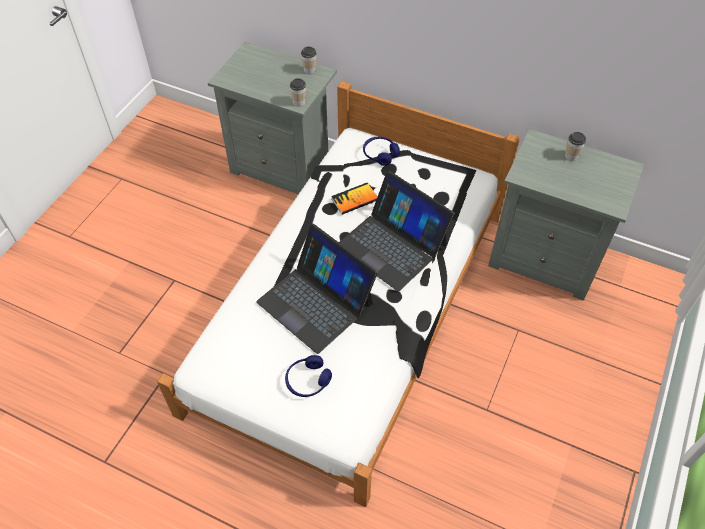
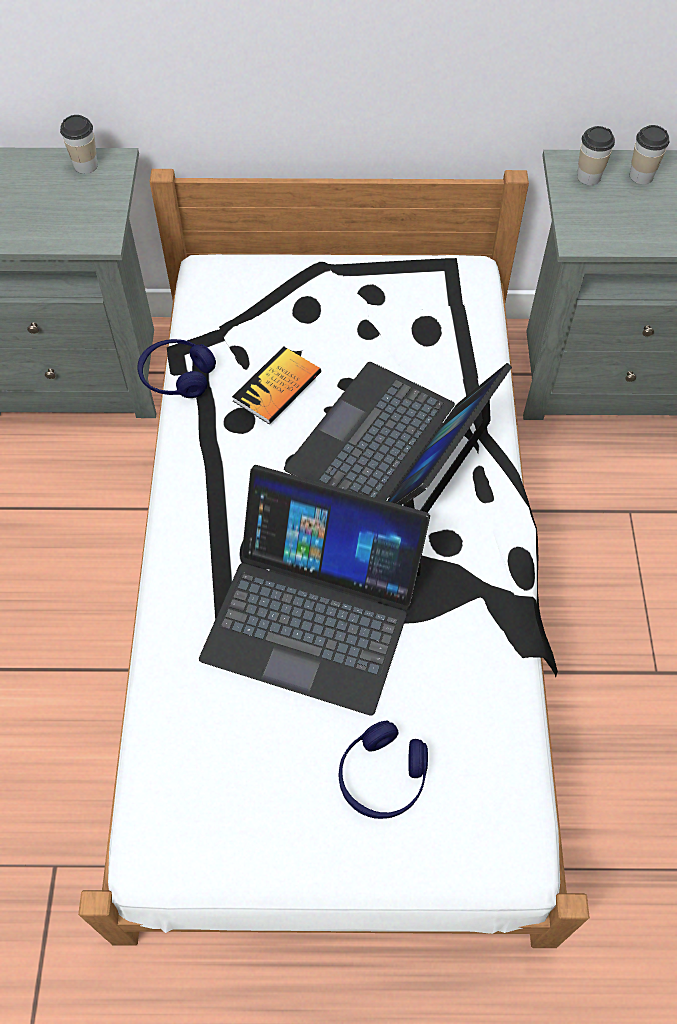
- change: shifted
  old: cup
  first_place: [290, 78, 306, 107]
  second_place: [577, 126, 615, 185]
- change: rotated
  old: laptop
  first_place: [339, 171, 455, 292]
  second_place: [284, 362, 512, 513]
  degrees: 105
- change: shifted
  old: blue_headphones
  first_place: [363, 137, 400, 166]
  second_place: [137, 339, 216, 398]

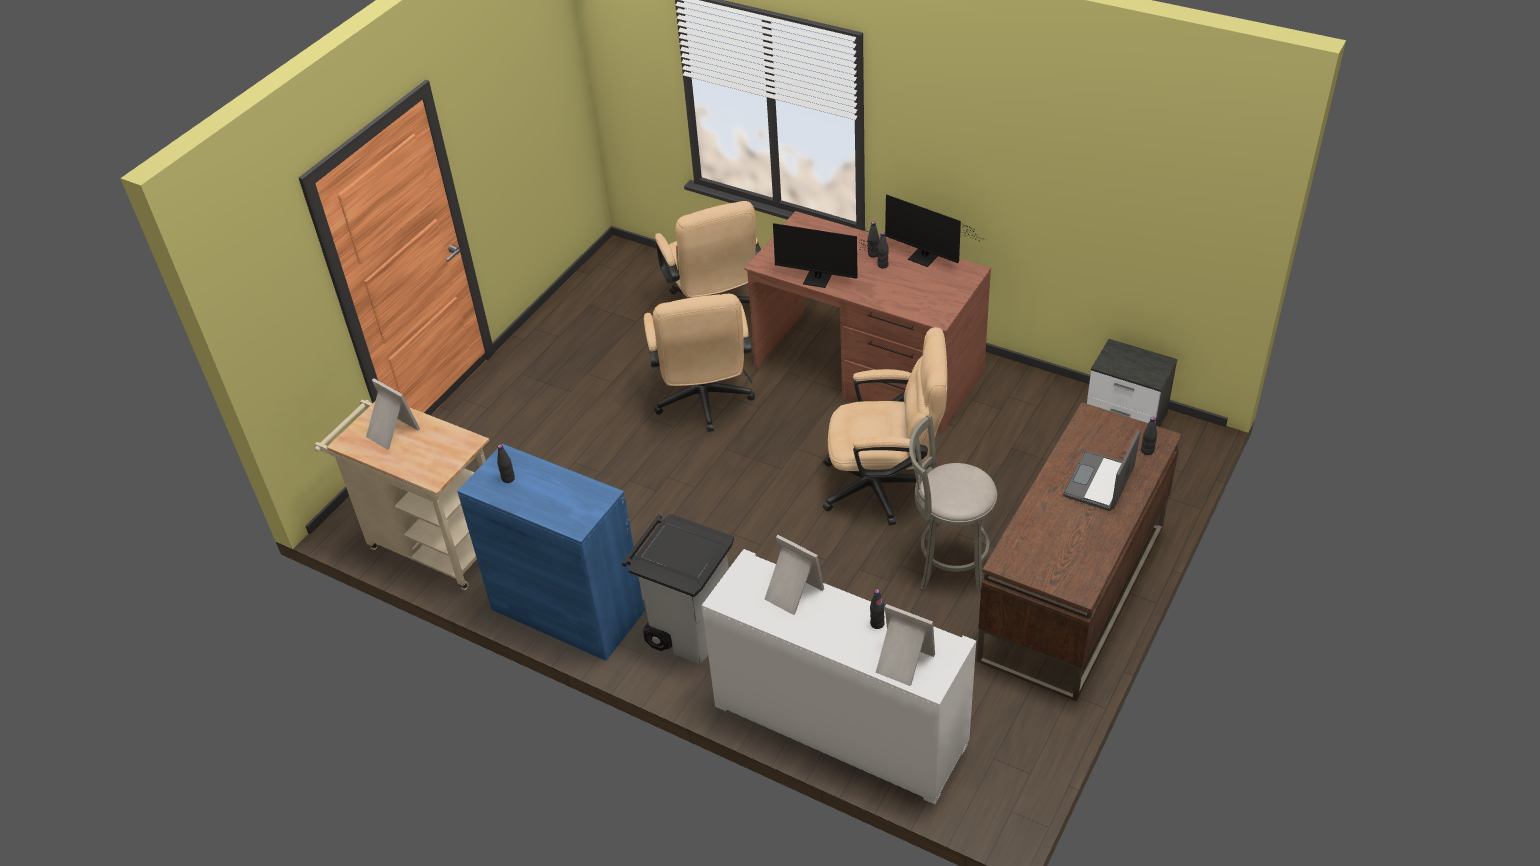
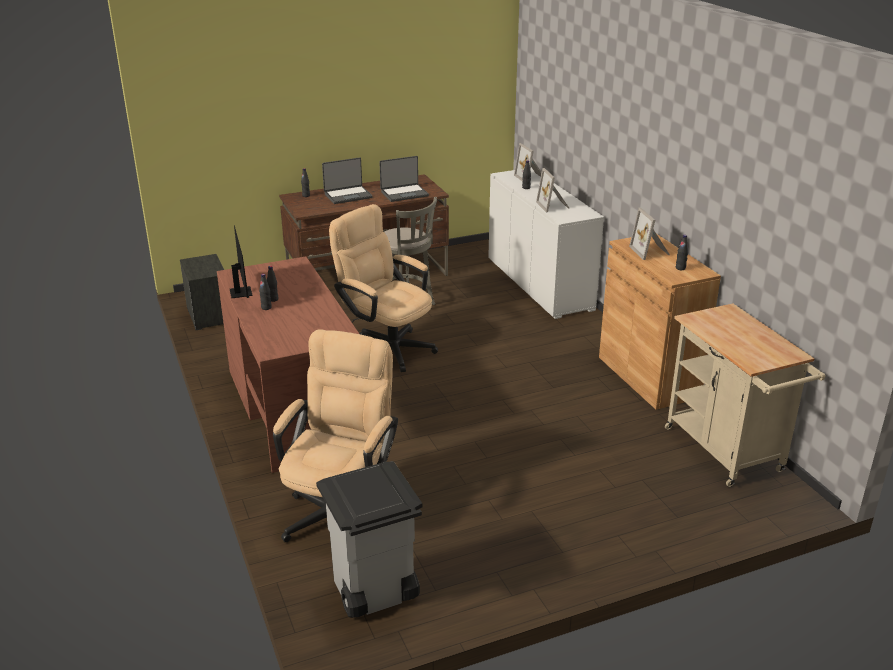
- change: shifted
  old: picture_frame
  first_place: [366, 378, 420, 450]
  second_place: [629, 208, 670, 260]
- change: repainted
  old: blue_cabinet
  new: brown_cabinet
  first_place: [457, 444, 645, 661]
  second_place: [599, 234, 721, 410]
- change: shifted
  old: grey_trash_can
  first_place: [622, 514, 734, 664]
  second_place: [316, 461, 422, 618]
- change: gone
  old: beige_office_chair
  first_place: [644, 294, 755, 432]
- change: gone
  old: monitor
  first_place: [773, 223, 884, 288]
- change: new
  new: laptop
  second_place: [379, 156, 429, 202]

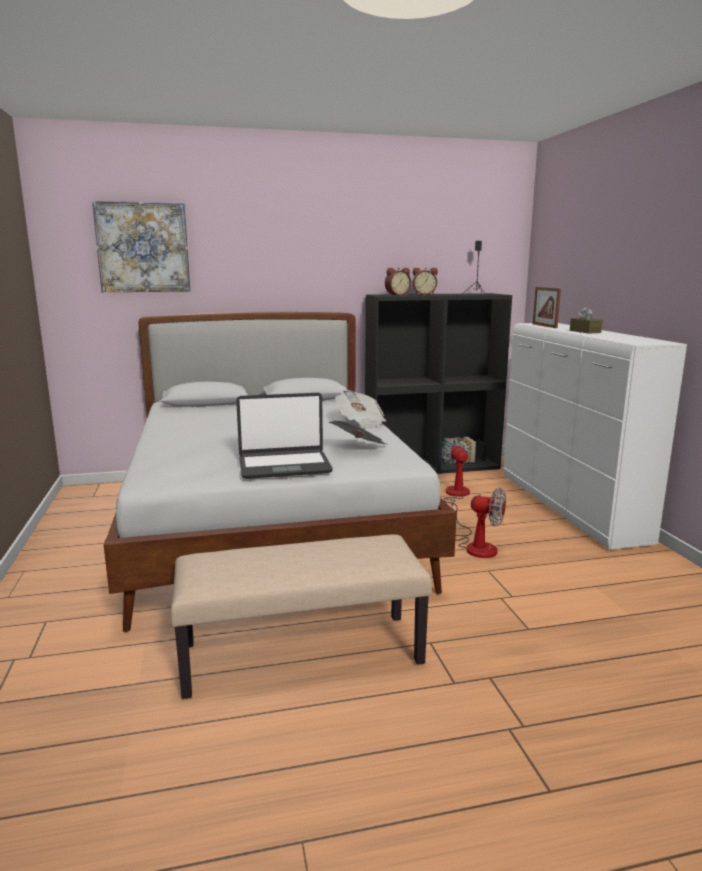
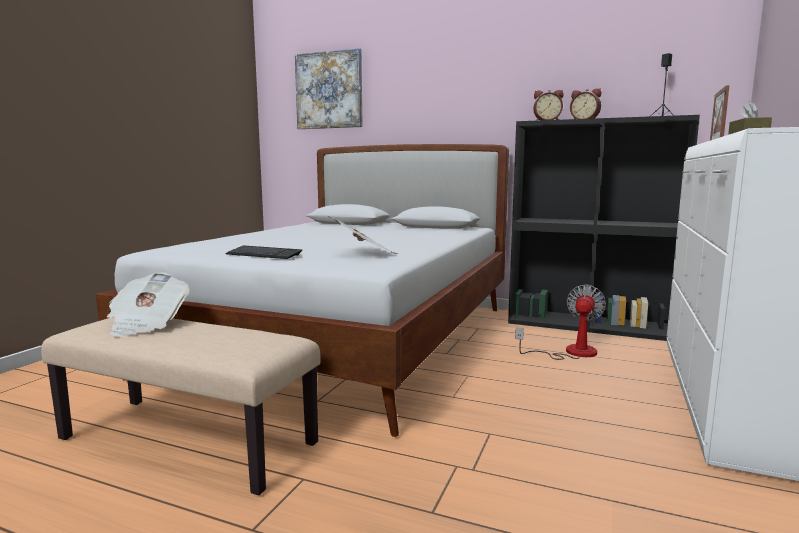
- change: swapped
  old: laptop
  new: keyboard
  first_place: [236, 393, 333, 479]
  second_place: [225, 246, 302, 259]
- change: shifted
  old: newspaper
  first_place: [335, 390, 386, 429]
  second_place: [107, 272, 190, 337]
- change: gone
  old: fan
  first_place: [451, 488, 506, 558]

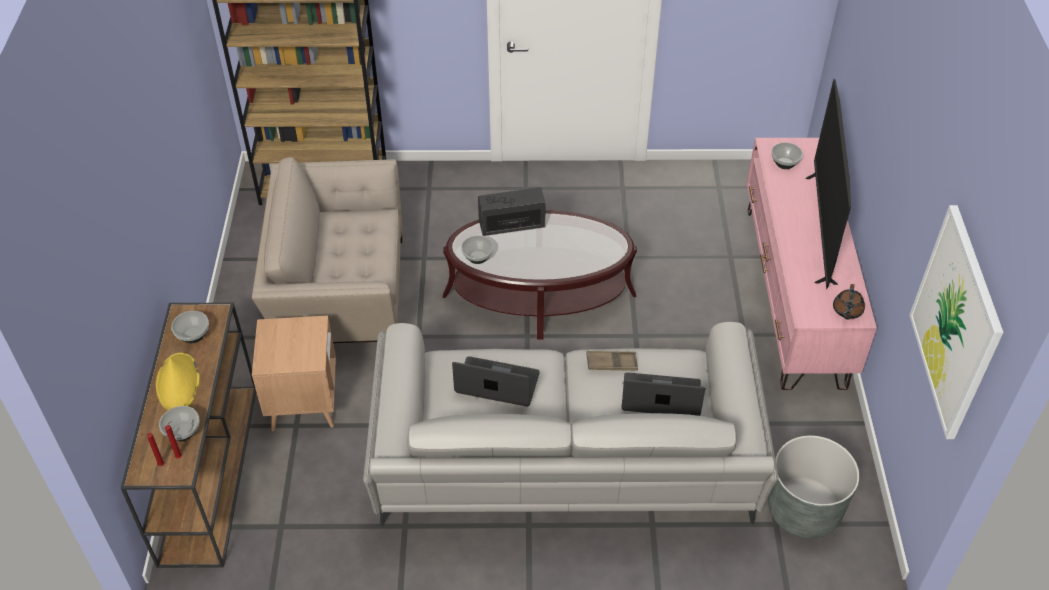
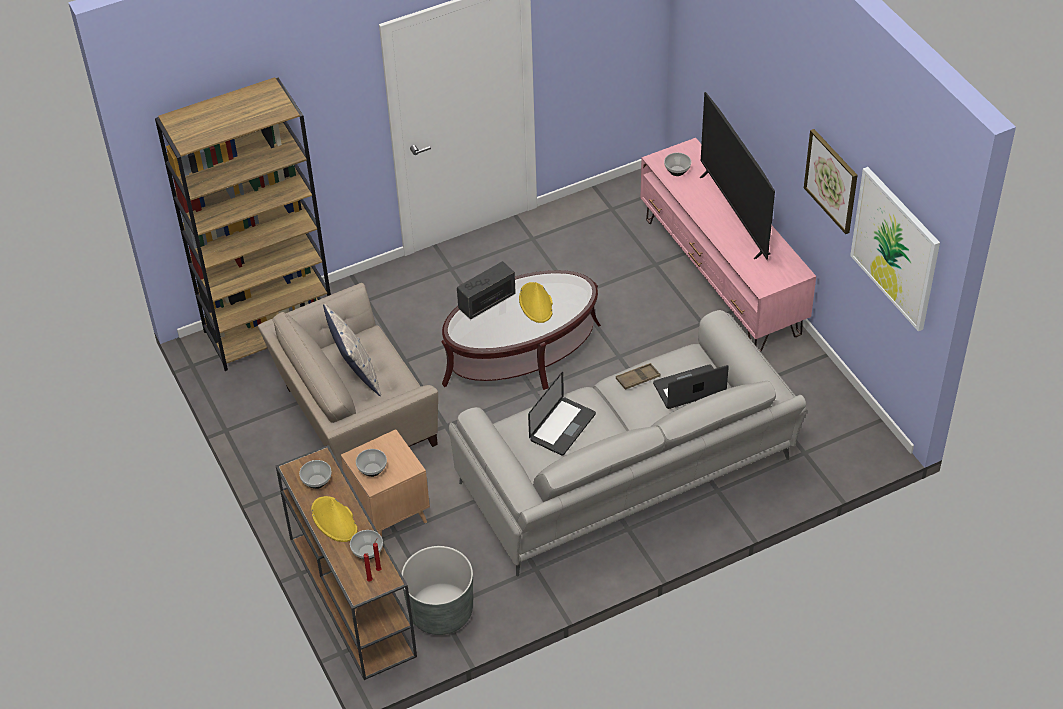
- change: rotated
  old: laptop
  first_place: [452, 356, 540, 407]
  second_place: [528, 372, 596, 456]
  degrees: 135
- change: shifted
  old: bowl
  first_place: [461, 235, 494, 264]
  second_place: [356, 449, 387, 477]
- change: shifted
  old: grey_planter
  first_place: [768, 435, 859, 538]
  second_place: [401, 546, 473, 635]
- change: gone
  old: brown_teapot
  first_place: [833, 284, 865, 320]
- change: new
  new: pillow
  second_place: [323, 304, 381, 396]
- change: new
  new: yellow_hat
  second_place: [519, 282, 553, 323]
- change: new
  new: picture
  second_place: [804, 129, 858, 234]

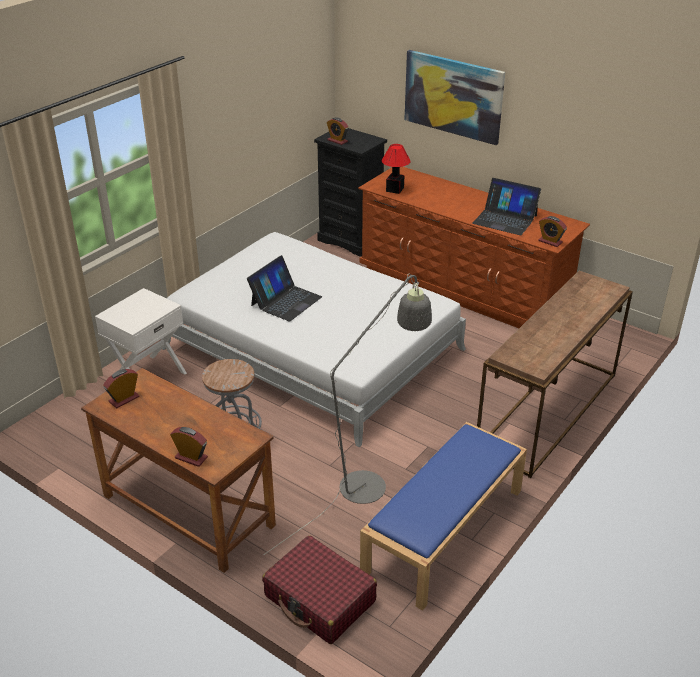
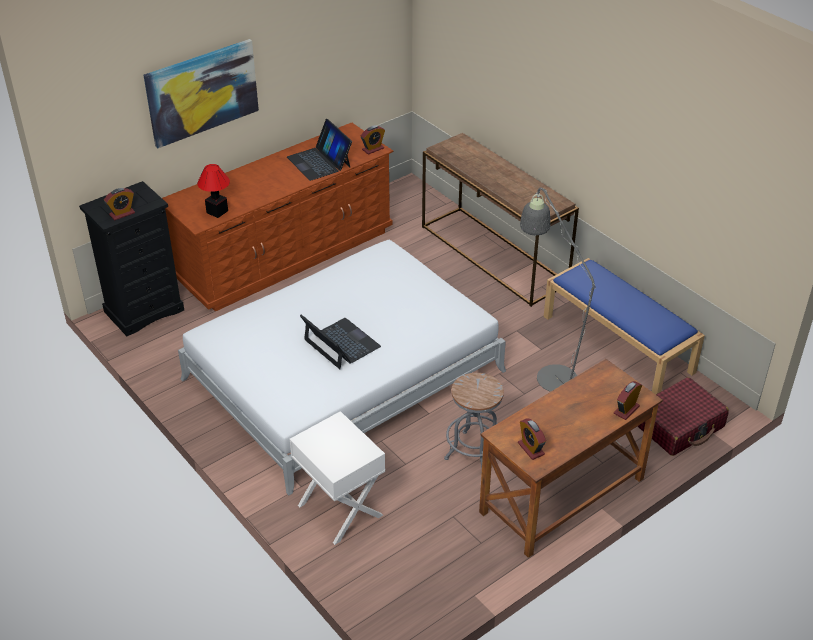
- change: rotated
  old: laptop
  first_place: [472, 178, 541, 235]
  second_place: [287, 119, 352, 181]
  degrees: 105

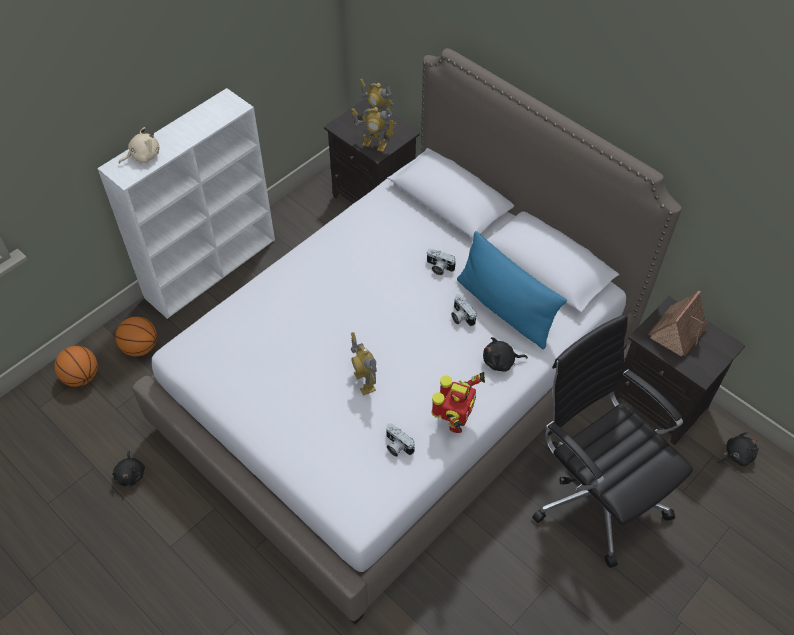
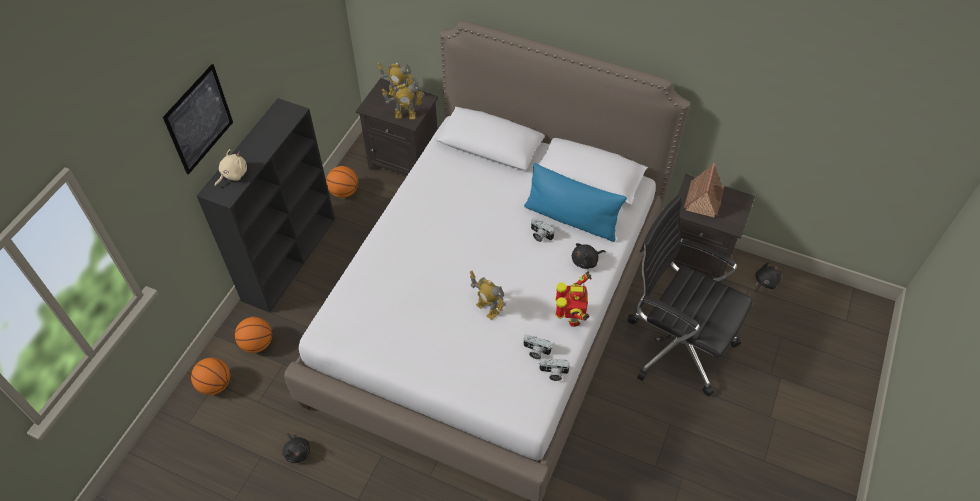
- change: repainted
  old: white_bookcase
  new: black_bookcase
  first_place: [97, 88, 275, 319]
  second_place: [197, 98, 335, 312]
- change: shifted
  old: photo_camera
  first_place: [427, 249, 456, 275]
  second_place: [539, 358, 571, 381]
- change: new
  new: picture
  second_place: [163, 64, 233, 175]
- change: new
  new: basketball
  second_place: [326, 166, 358, 198]

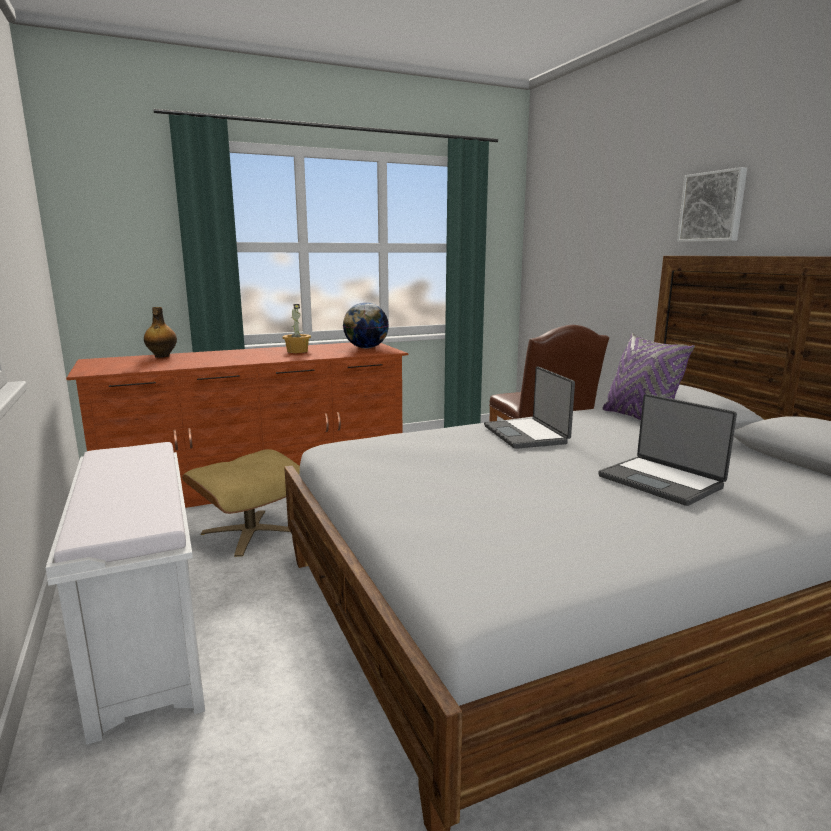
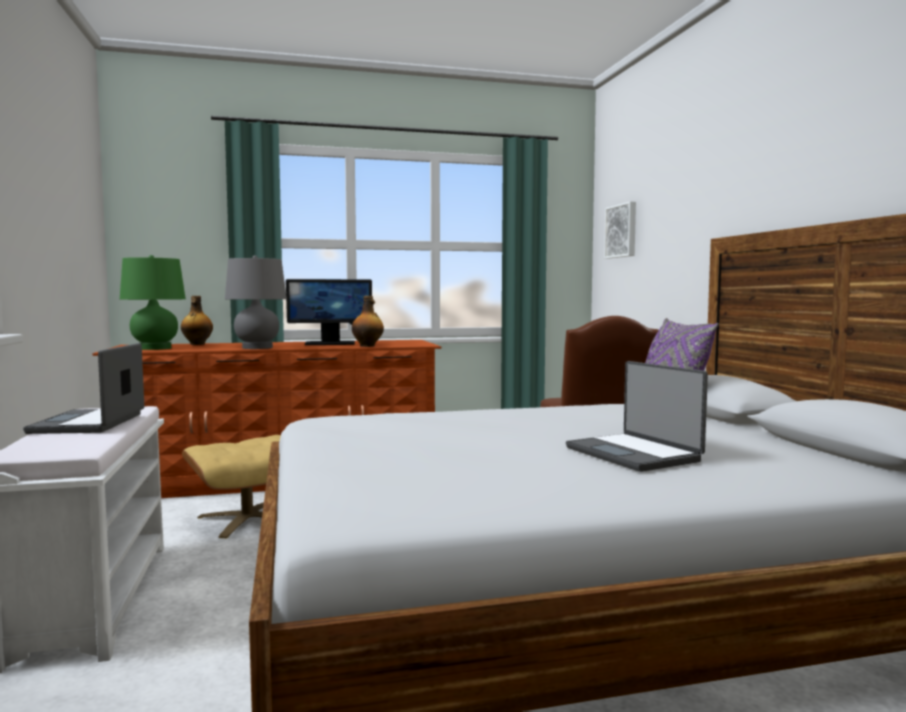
- change: swapped
  old: potted_plant
  new: monitor
  first_place: [282, 304, 311, 353]
  second_place: [286, 279, 372, 345]
- change: gone
  old: globe
  first_place: [343, 302, 389, 348]
- change: shifted
  old: laptop
  first_place: [484, 367, 575, 449]
  second_place: [23, 343, 144, 434]
- change: shifted
  old: picture
  first_place: [677, 167, 747, 242]
  second_place: [604, 201, 636, 259]
- change: new
  new: green_table_lamp
  second_place: [120, 255, 186, 350]
- change: new
  new: grey_table_lamp
  second_place: [225, 255, 287, 349]
- change: new
  new: bottle
  second_place: [352, 296, 384, 347]

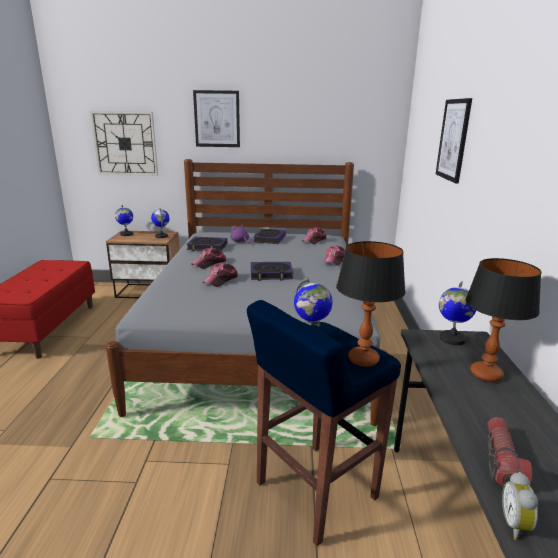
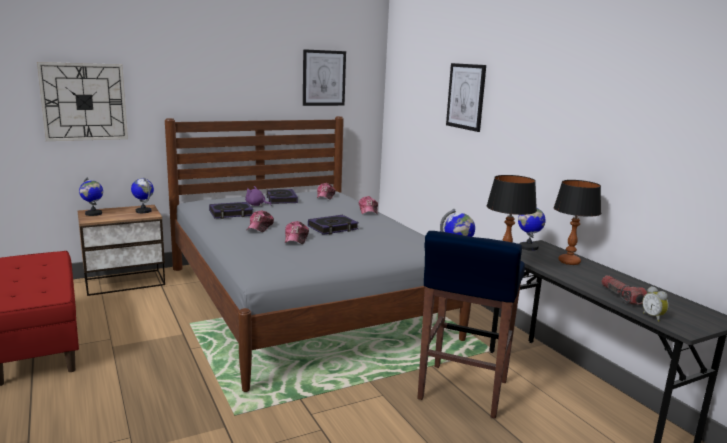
- change: shifted
  old: picture
  first_place: [193, 90, 240, 147]
  second_place: [303, 49, 346, 106]

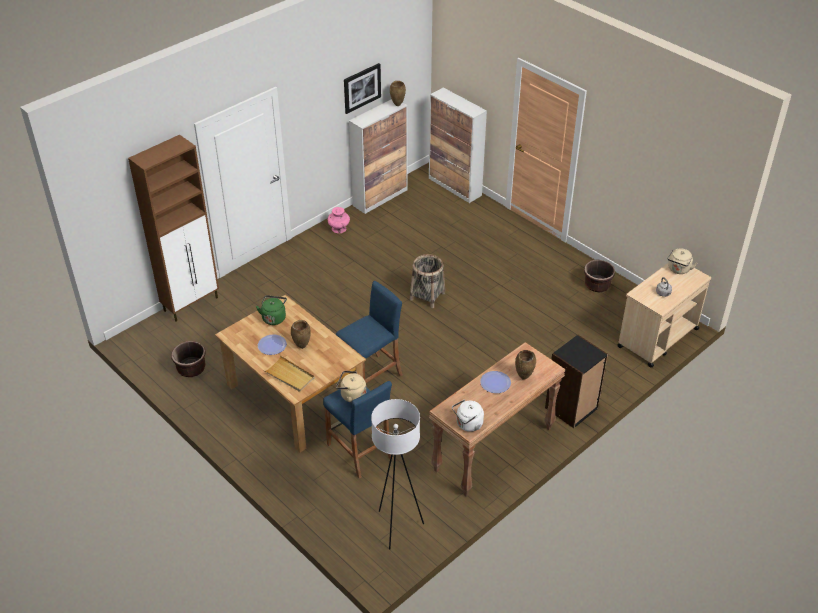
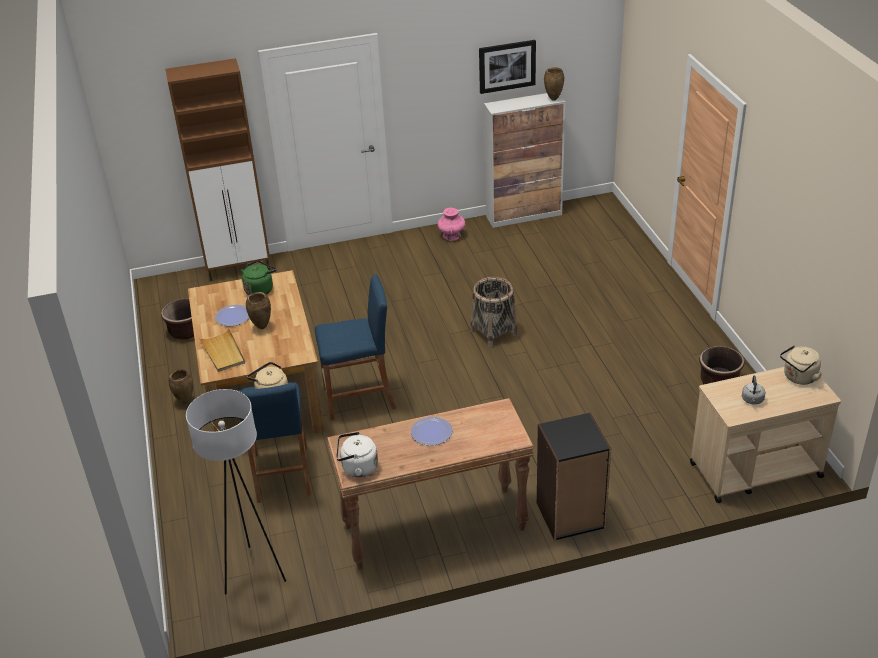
- change: gone
  old: cabinet
  first_place: [429, 88, 487, 203]
- change: shifted
  old: brown_vase
  first_place: [515, 350, 536, 380]
  second_place: [168, 369, 193, 404]

